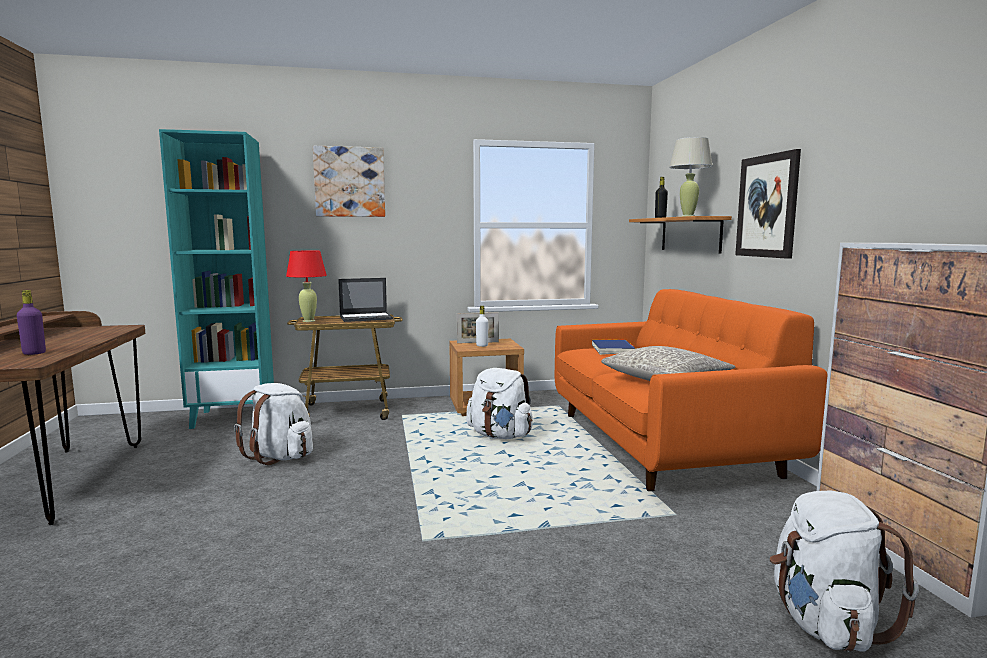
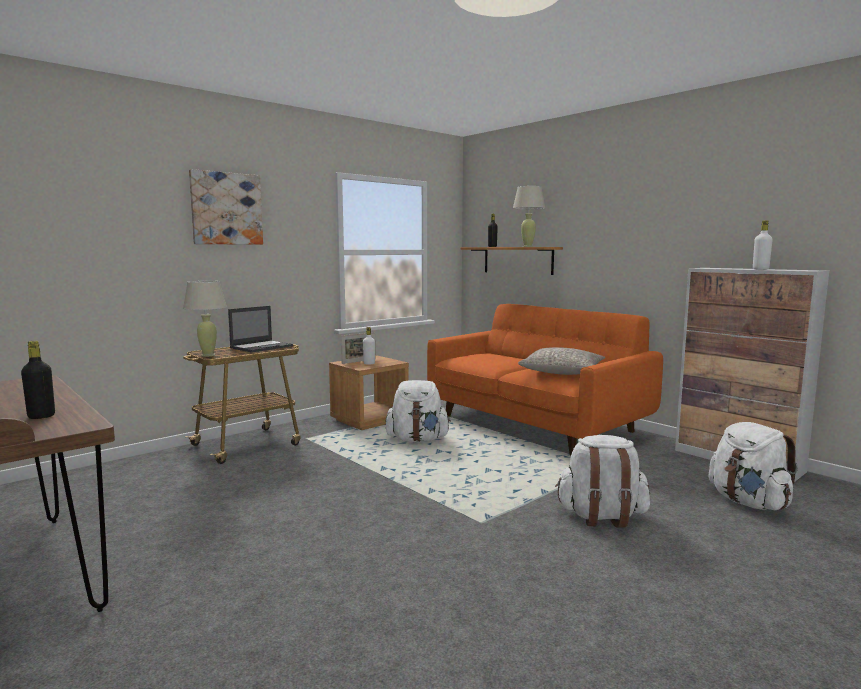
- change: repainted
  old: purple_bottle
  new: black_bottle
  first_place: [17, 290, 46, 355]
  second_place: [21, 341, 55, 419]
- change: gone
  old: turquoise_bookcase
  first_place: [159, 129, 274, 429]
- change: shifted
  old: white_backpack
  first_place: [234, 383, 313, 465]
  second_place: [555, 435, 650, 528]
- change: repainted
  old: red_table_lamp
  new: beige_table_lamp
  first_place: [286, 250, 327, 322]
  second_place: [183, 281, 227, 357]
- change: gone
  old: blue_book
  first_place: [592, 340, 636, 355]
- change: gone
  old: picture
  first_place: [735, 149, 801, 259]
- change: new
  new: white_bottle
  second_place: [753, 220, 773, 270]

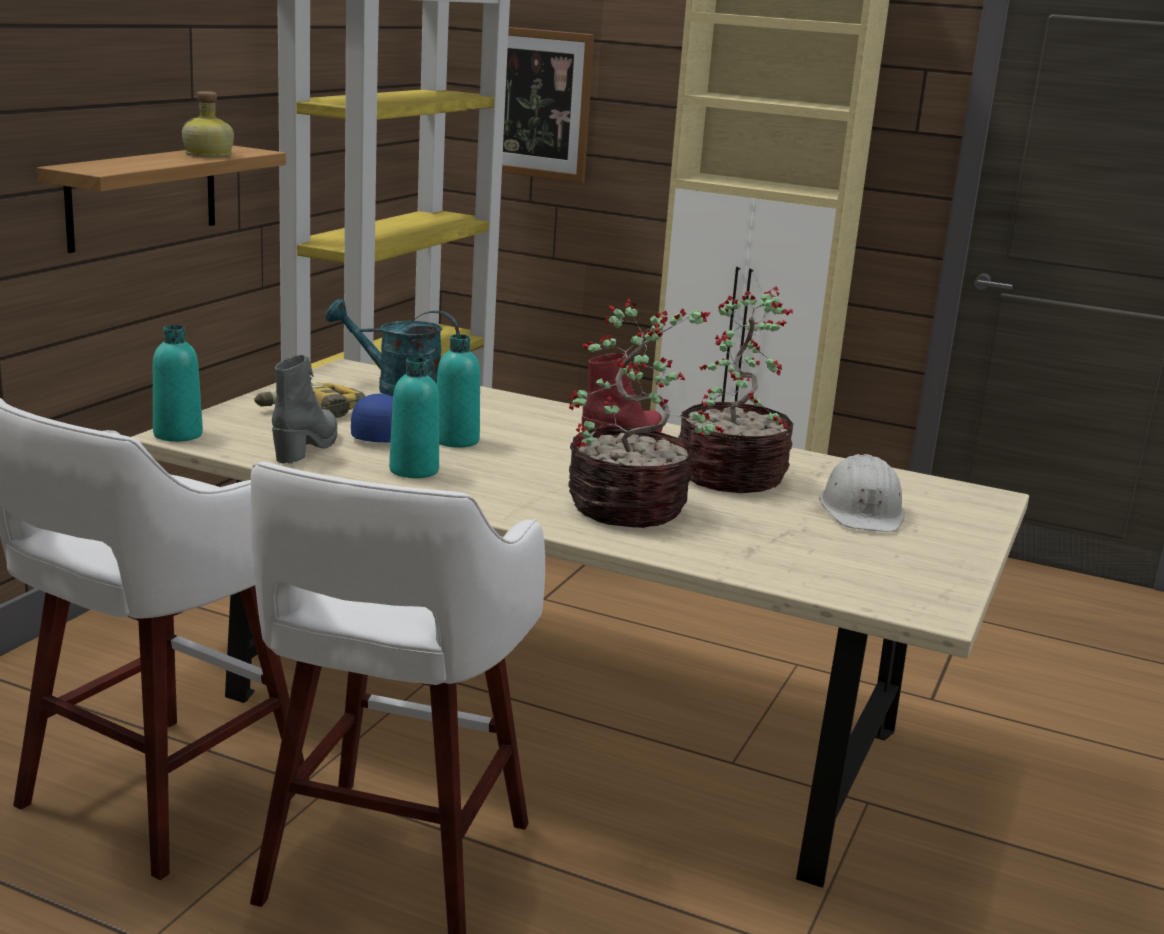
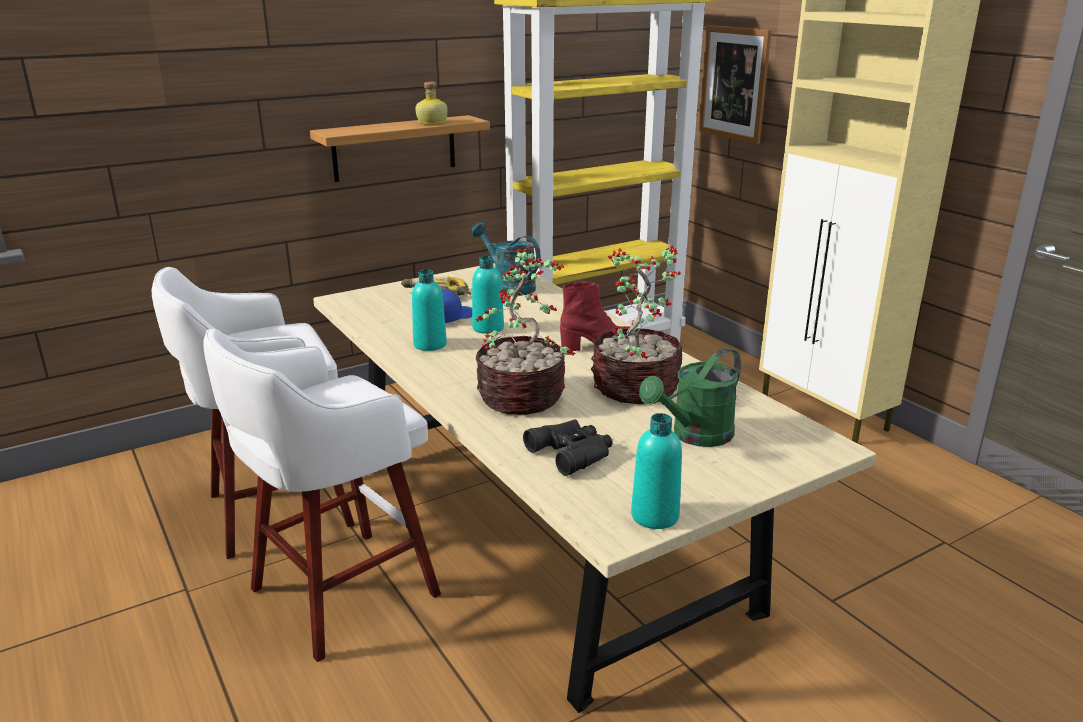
- change: shifted
  old: turquoise_bottle
  first_place: [153, 325, 203, 442]
  second_place: [631, 413, 682, 529]
- change: gone
  old: grey_boot
  first_place: [272, 354, 337, 464]
- change: swapped
  old: white_hard_hat
  new: green_watering_can
  first_place: [819, 454, 905, 532]
  second_place: [639, 348, 741, 447]
- change: new
  new: black_binoculars
  second_place: [523, 419, 612, 476]

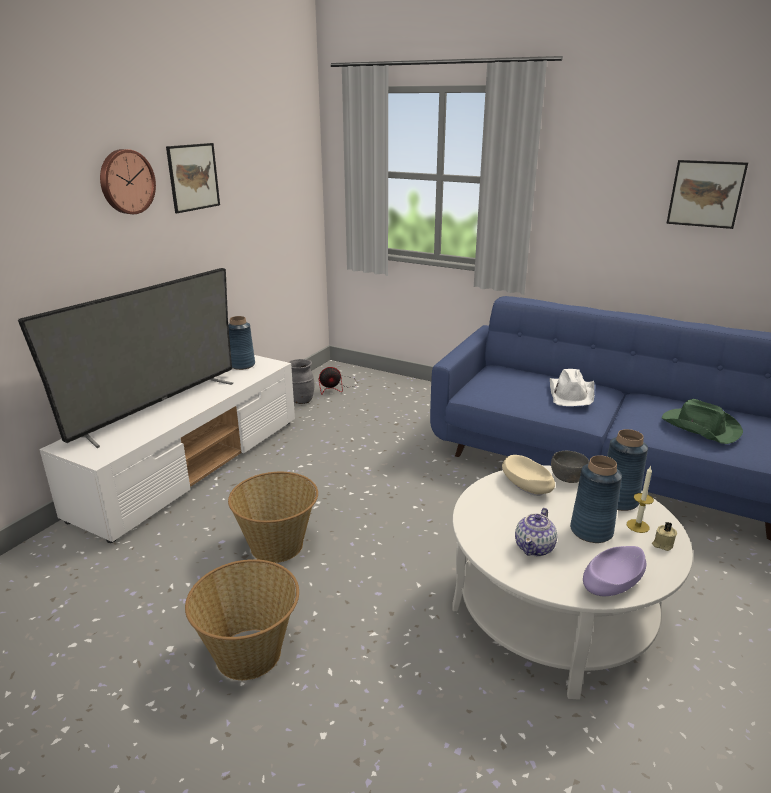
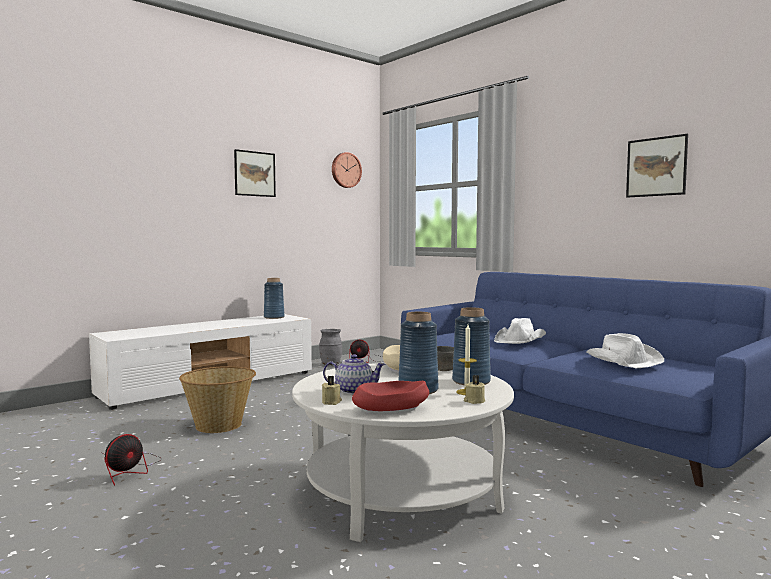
- change: gone
  old: television
  first_place: [18, 268, 233, 448]
- change: shifted
  old: wall_clock
  first_place: [100, 149, 156, 214]
  second_place: [332, 152, 362, 188]
- change: swapped
  old: basket
  new: fan
  first_place: [185, 559, 299, 680]
  second_place: [102, 434, 162, 486]
- change: rotated
  old: teapot
  first_place: [515, 508, 558, 556]
  second_place: [323, 354, 386, 394]
  degrees: -135
- change: repainted
  old: purple_bowl
  new: red_bowl
  first_place: [583, 546, 646, 596]
  second_place: [352, 381, 429, 415]
- change: repainted
  old: green_hat
  new: white_hat
  first_place: [662, 399, 743, 444]
  second_place: [586, 333, 664, 368]
- change: new
  new: beige_candle
  second_place: [322, 376, 342, 405]

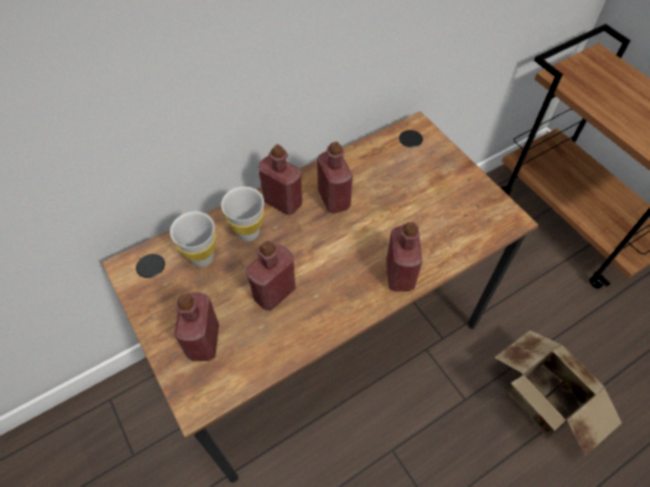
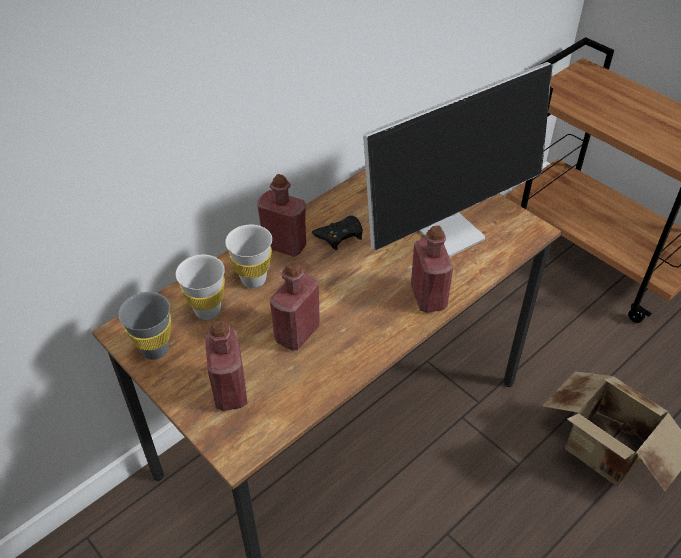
- change: swapped
  old: red_bottle
  new: black_game_controller
  first_place: [317, 142, 353, 214]
  second_place: [312, 215, 363, 250]
- change: new
  new: grey_cup
  second_place: [118, 292, 171, 359]
- change: new
  new: monitor
  second_place: [363, 62, 553, 257]

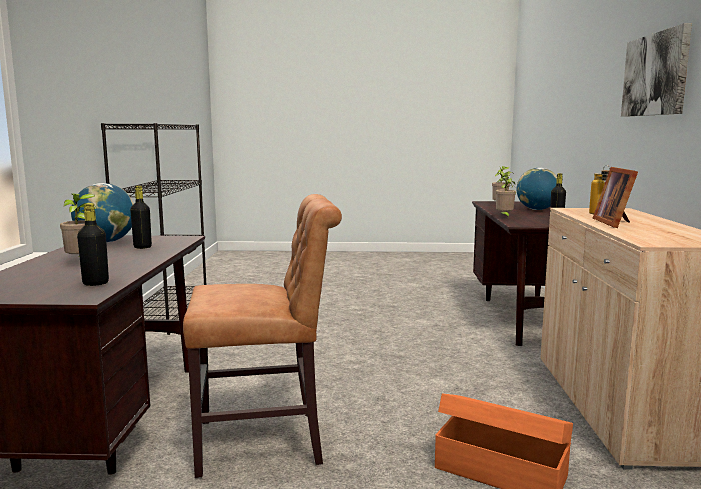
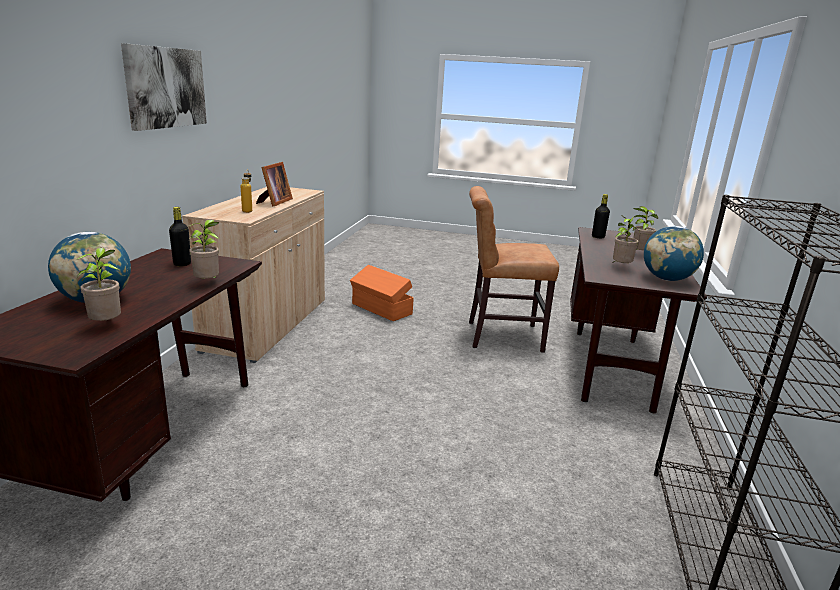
- change: swapped
  old: black_bottle
  new: potted_plant
  first_place: [130, 186, 152, 249]
  second_place: [613, 215, 639, 263]

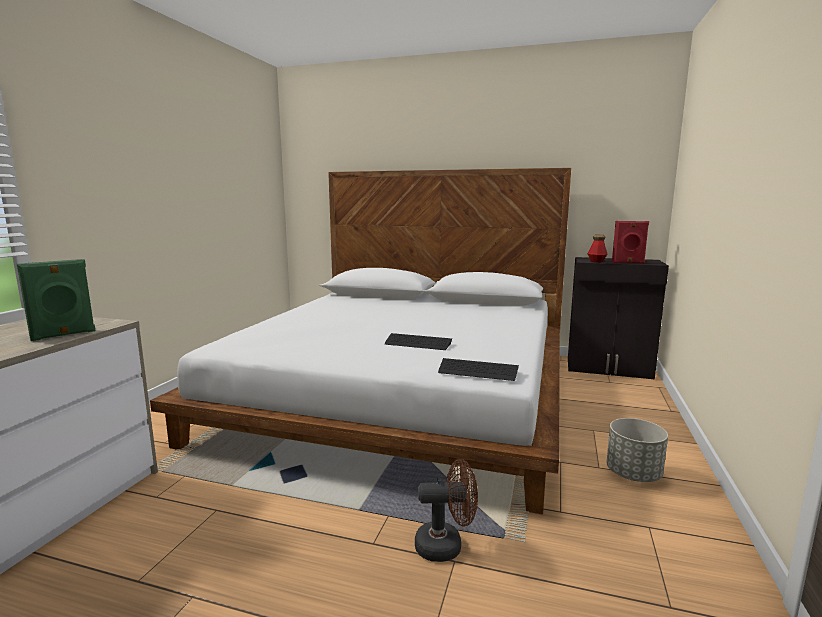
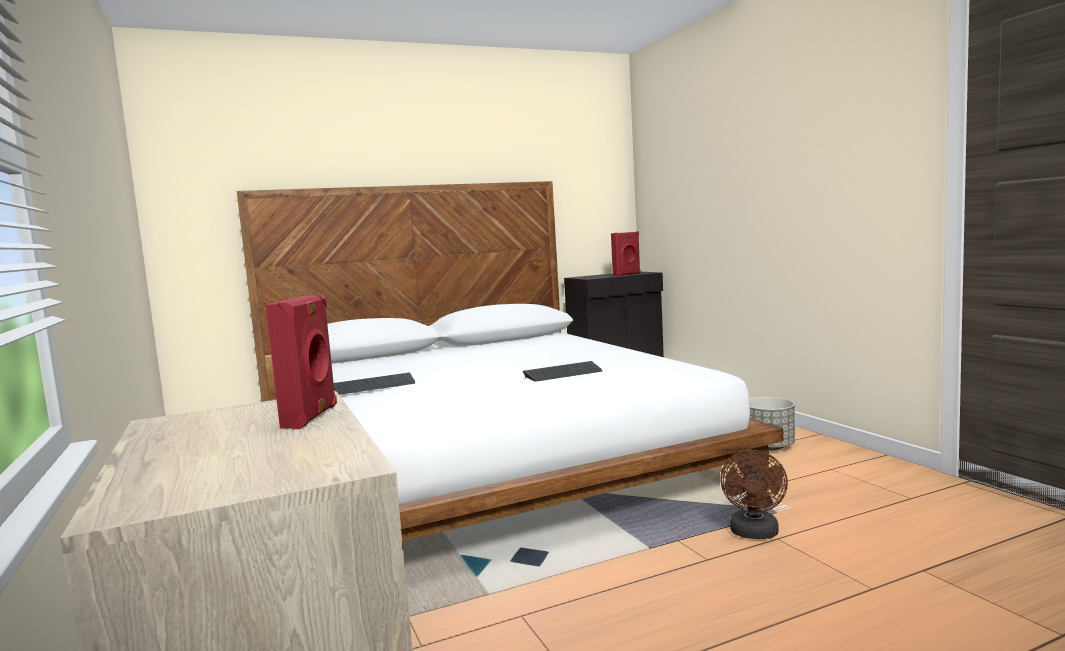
- change: repainted
  old: green_speaker
  new: red_speaker
  first_place: [17, 259, 96, 341]
  second_place: [266, 294, 337, 429]
- change: rotated
  old: brown_fan
  first_place: [415, 459, 478, 562]
  second_place: [720, 450, 788, 539]
  degrees: 150
- change: shifted
  old: keyboard
  first_place: [438, 358, 519, 381]
  second_place: [334, 372, 415, 395]
- change: gone
  old: bottle
  first_place: [587, 234, 607, 263]

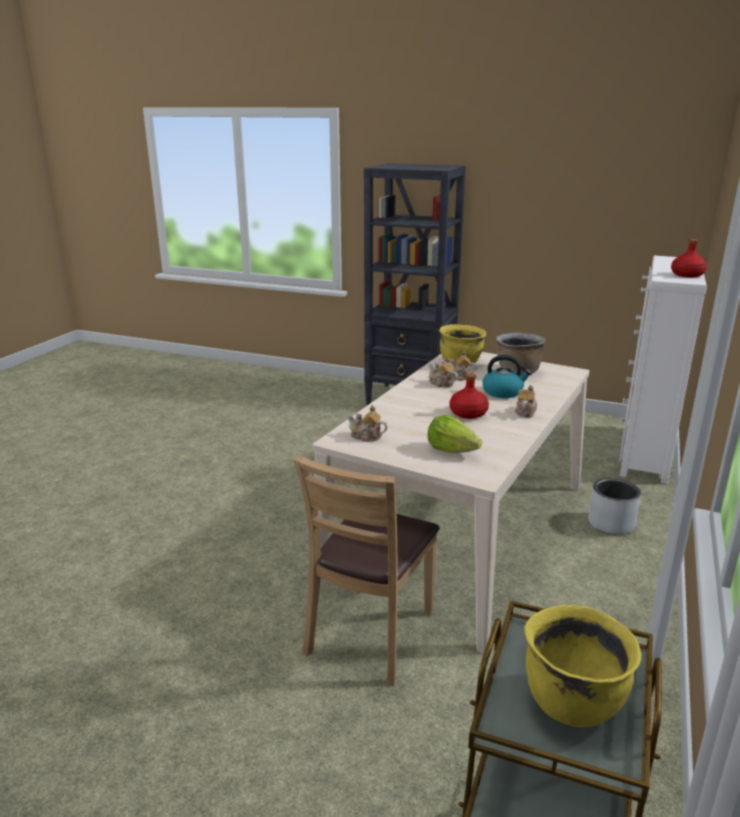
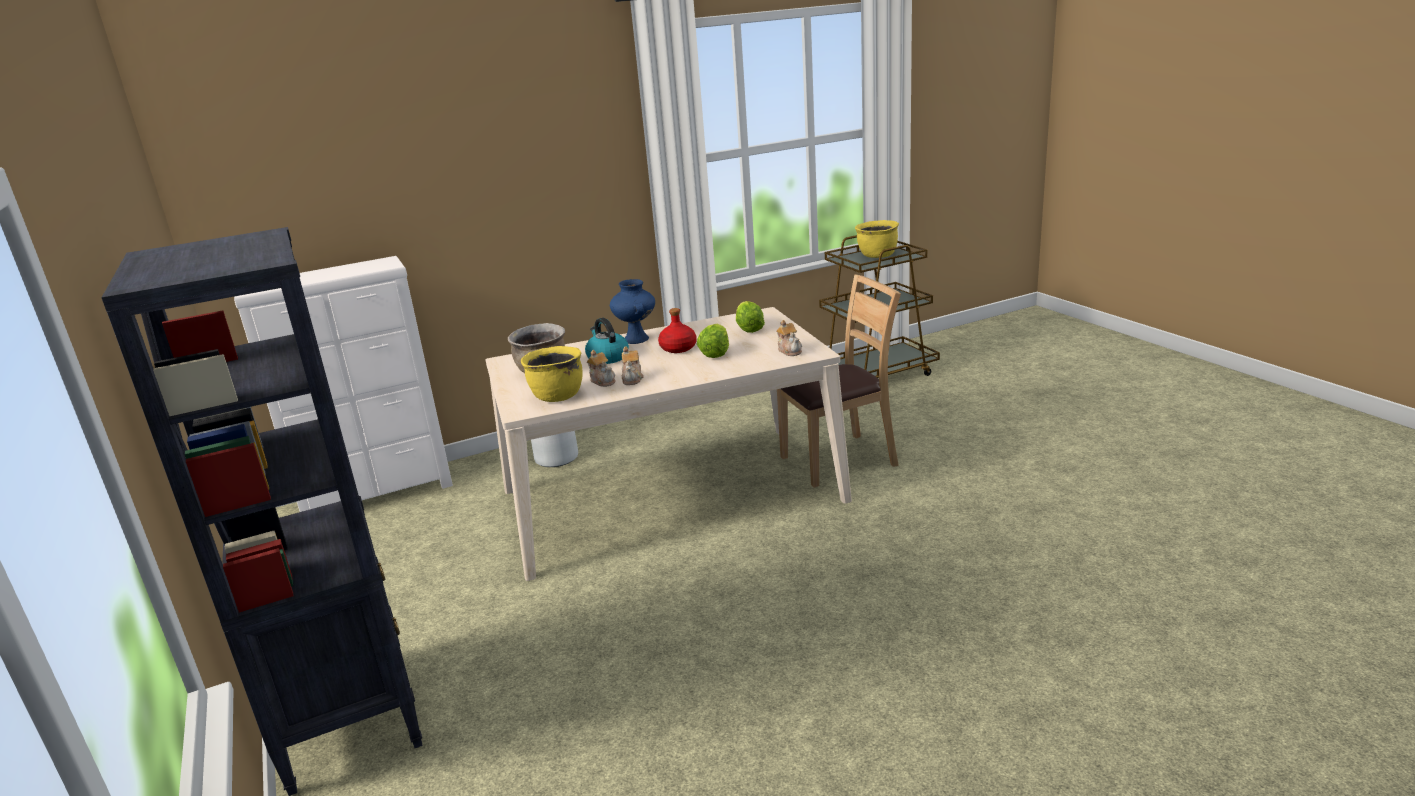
- change: swapped
  old: teapot
  new: blue_vase
  first_place: [515, 385, 537, 418]
  second_place: [610, 279, 655, 344]
- change: gone
  old: red_bottle
  first_place: [671, 239, 707, 278]
- change: new
  new: lettuce
  second_place: [697, 324, 729, 358]

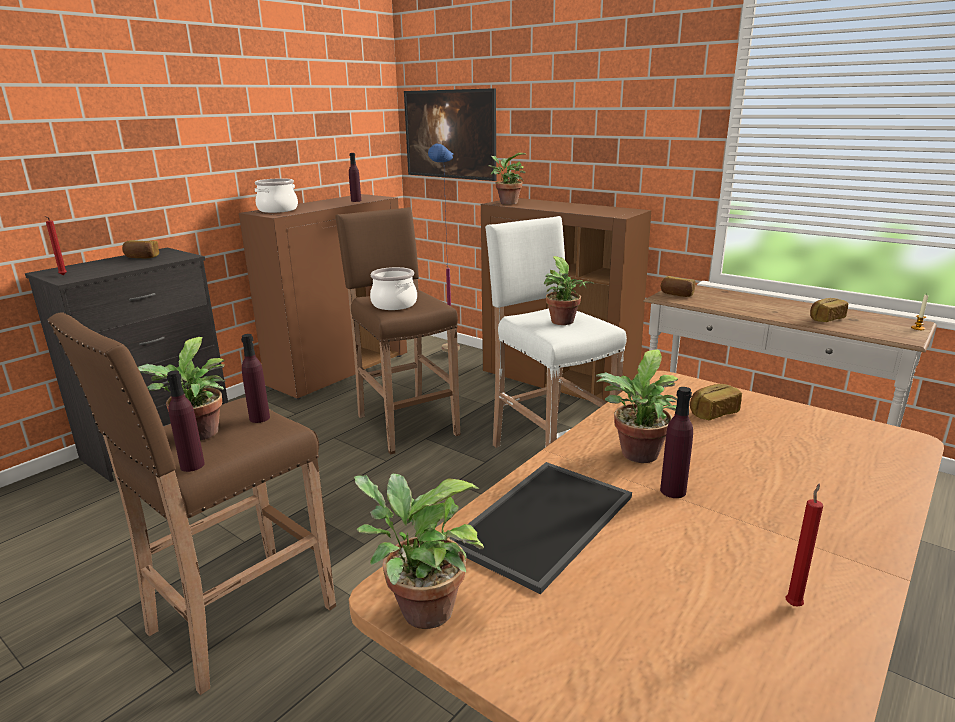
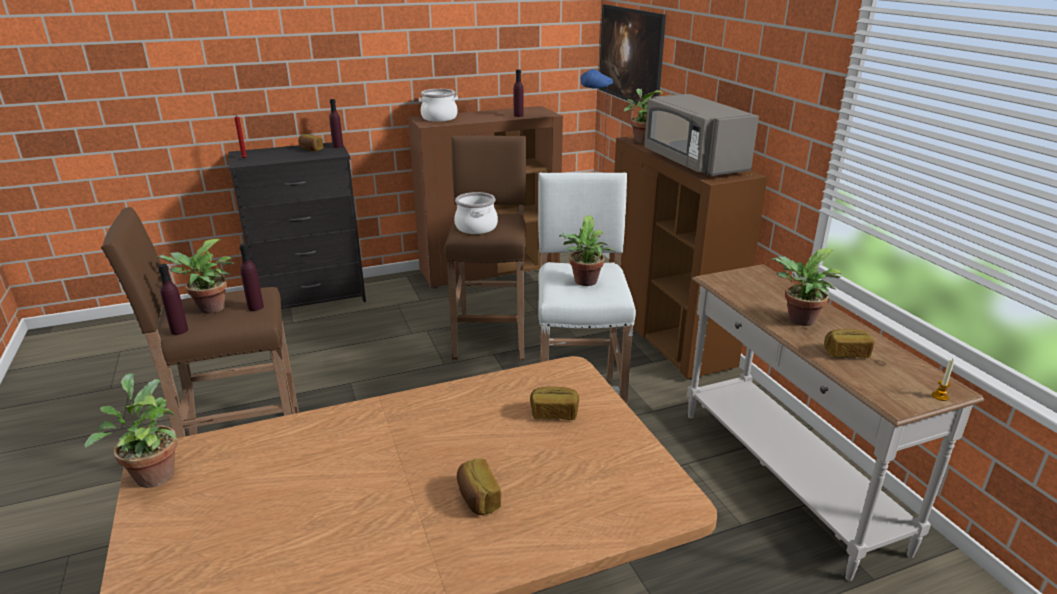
- change: gone
  old: tray
  first_place: [449, 462, 632, 594]
- change: shifted
  old: potted_plant
  first_place: [596, 349, 678, 463]
  second_place: [770, 249, 842, 326]
- change: shifted
  old: purple_bottle
  first_place: [660, 387, 693, 498]
  second_place: [329, 99, 343, 148]
- change: shifted
  old: bread
  first_place: [661, 276, 696, 297]
  second_place: [457, 459, 501, 515]
- change: gone
  old: red_candle
  first_place: [786, 484, 823, 606]
- change: new
  new: grey_microwave
  second_place: [644, 94, 759, 176]

